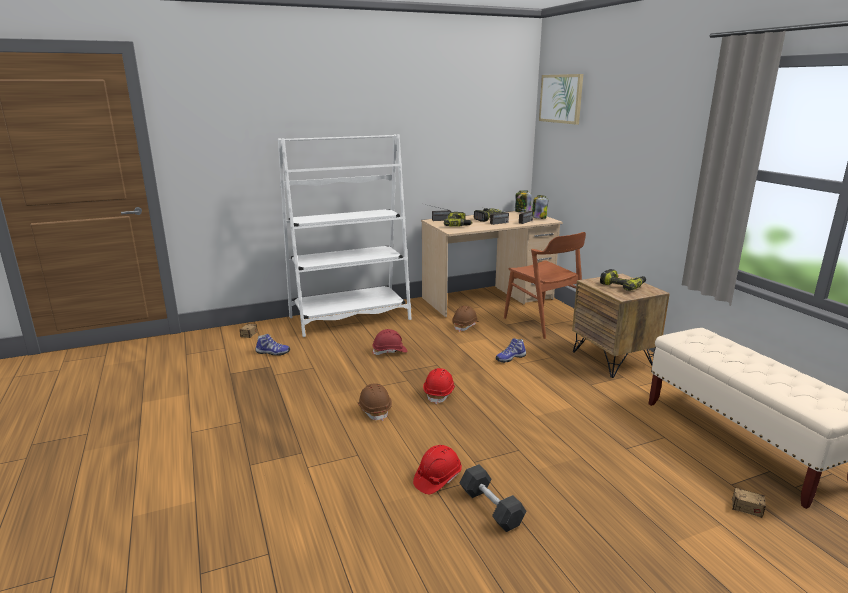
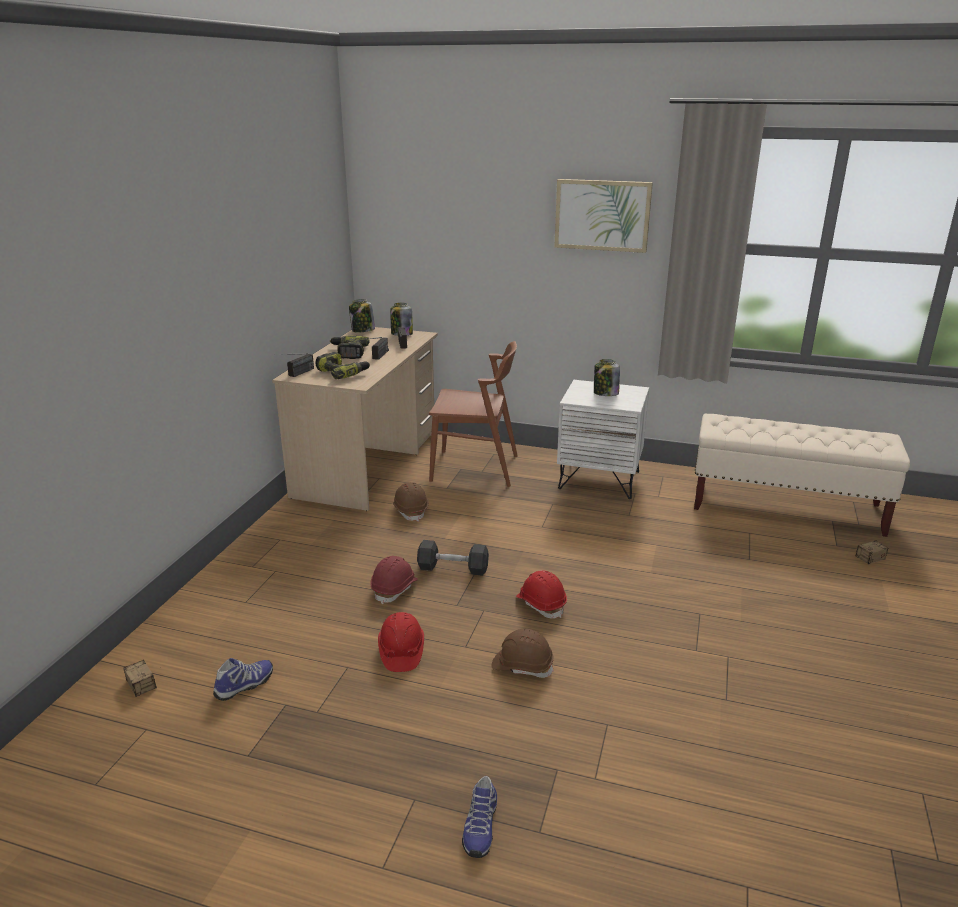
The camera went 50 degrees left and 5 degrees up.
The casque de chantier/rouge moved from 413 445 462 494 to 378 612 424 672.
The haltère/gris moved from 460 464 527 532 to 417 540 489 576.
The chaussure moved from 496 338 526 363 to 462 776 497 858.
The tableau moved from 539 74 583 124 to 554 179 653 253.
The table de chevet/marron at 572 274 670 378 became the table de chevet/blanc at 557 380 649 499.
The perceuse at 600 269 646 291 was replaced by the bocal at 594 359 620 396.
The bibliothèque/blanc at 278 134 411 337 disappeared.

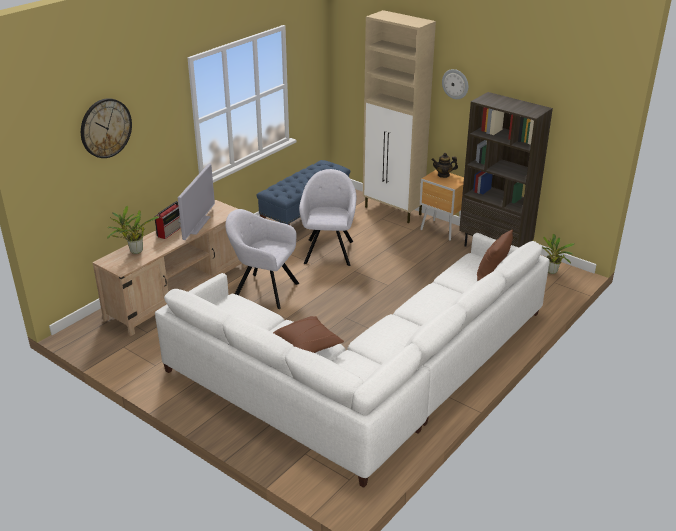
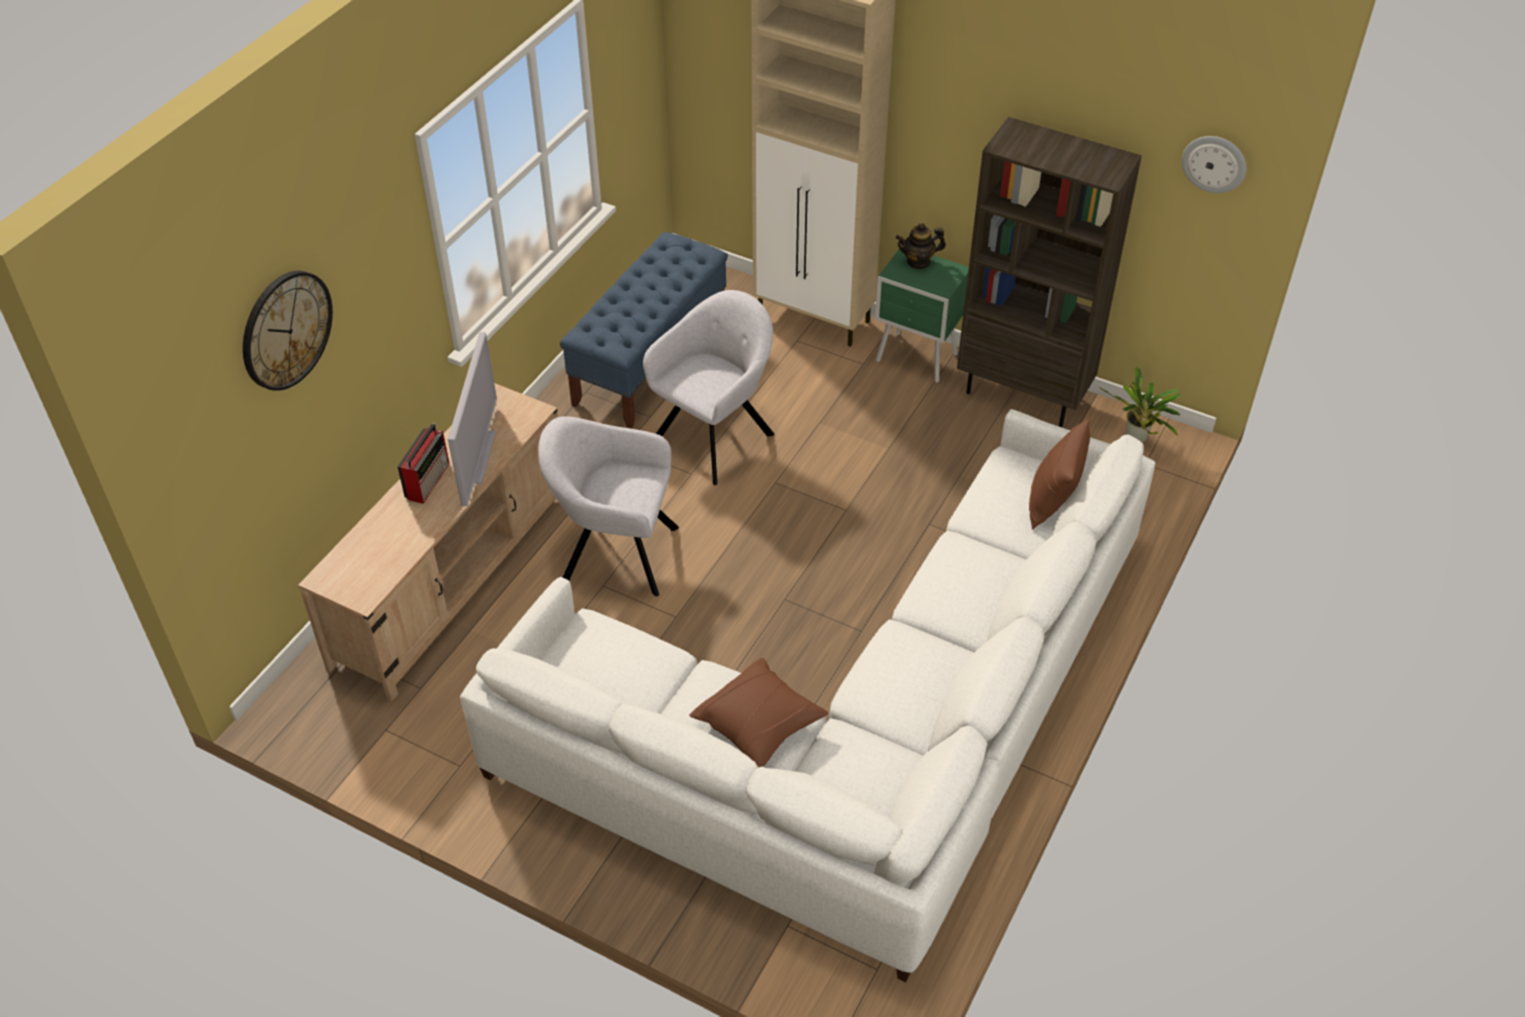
The camera went 10 degrees left and 15 degrees up.
The fauteuil/gris at 299 169 356 266 turned 45 degrees clockwise.
The table de chevet/marron at 420 170 464 241 became the table de chevet/vert at 875 249 969 383.
The horloge murale moved from 442 69 468 99 to 1182 136 1246 193.
The plante en pot at 107 206 159 254 disappeared.

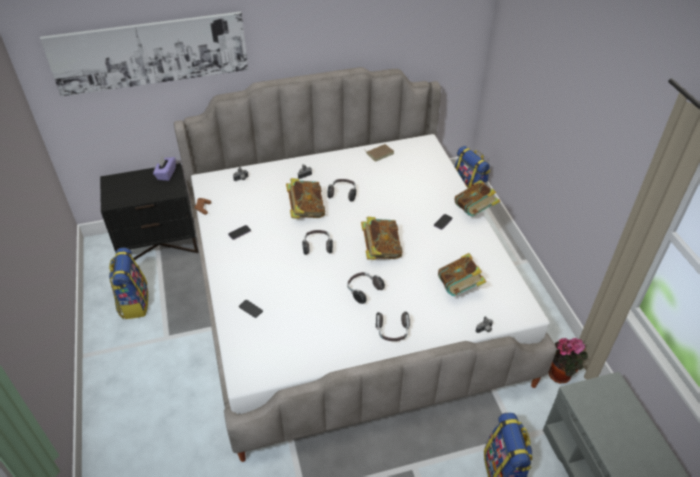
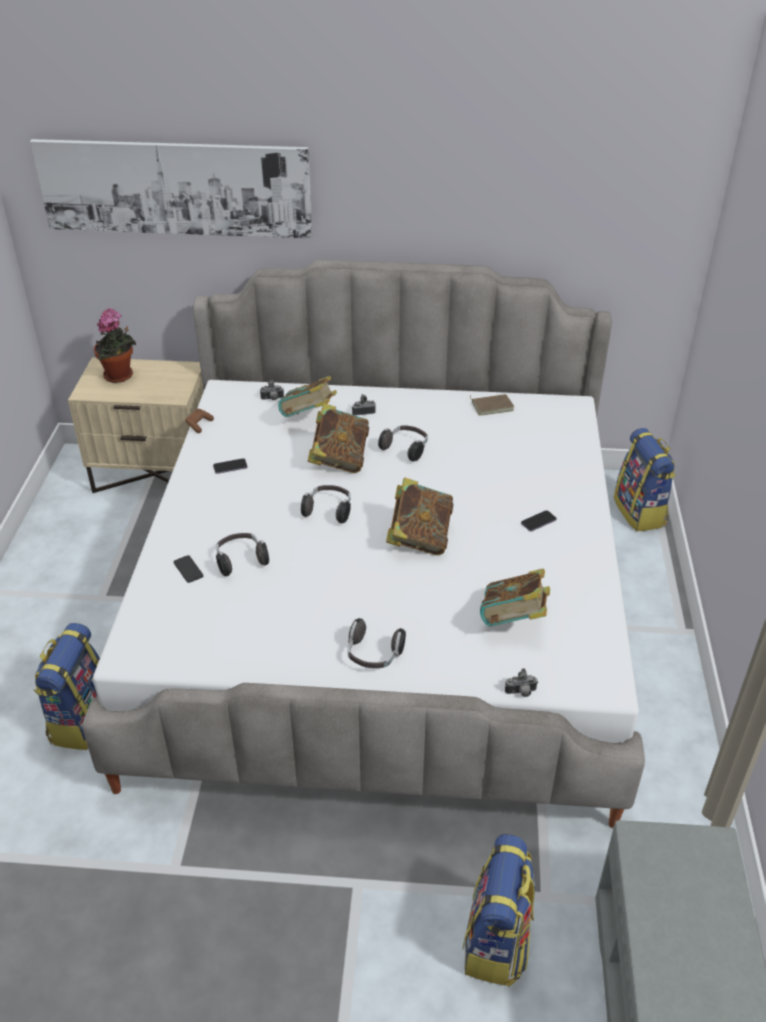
The camera went 20 degrees right and 5 degrees down.
The sac à dos moved from 109 248 148 319 to 34 623 100 750.
The table de chevet/noir at 100 163 198 260 became the table de chevet/beige at 68 358 204 493.
The plante en pot moved from 548 338 588 383 to 94 308 136 383.
The casque audio moved from 347 272 385 304 to 216 533 269 576.
The livre moved from 455 180 500 217 to 278 376 337 417.
The boîte à mouchoirs/violet at 153 156 176 181 disappeared.

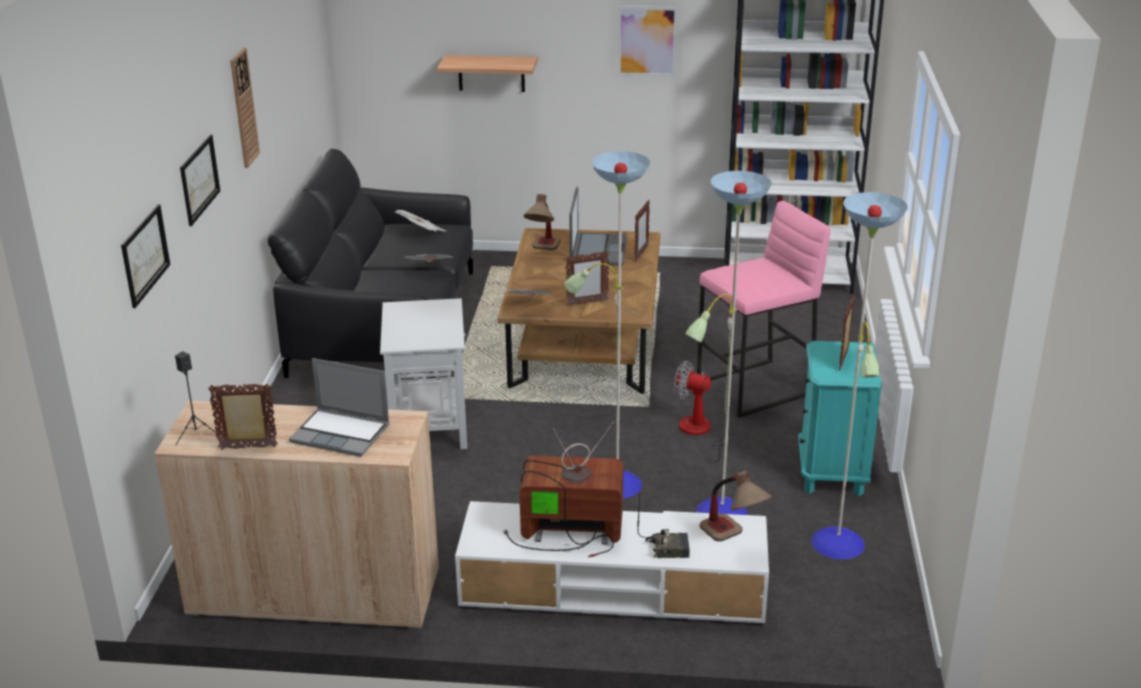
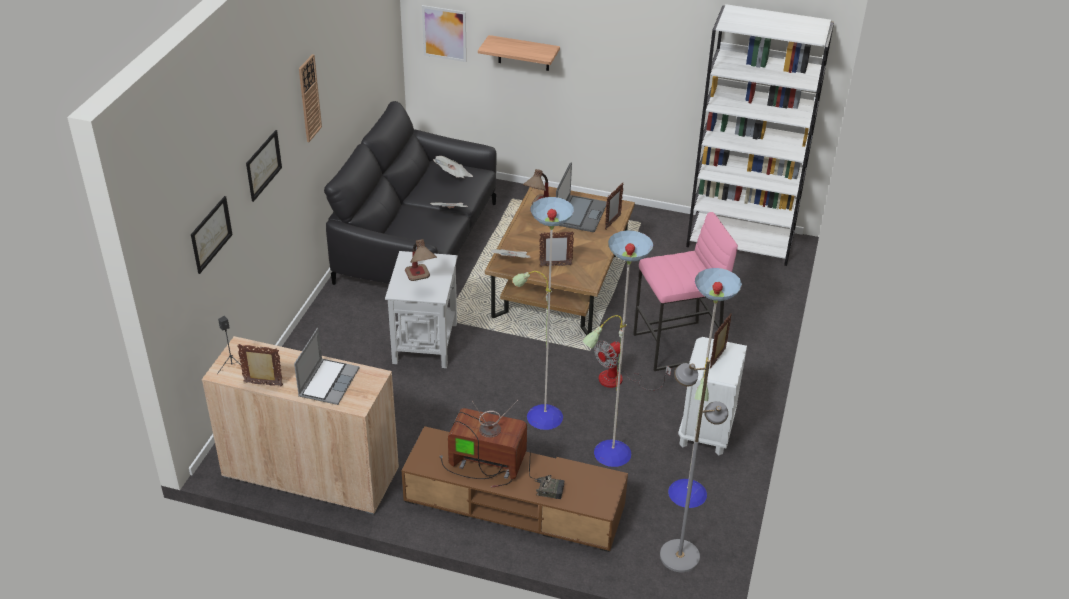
The camera went 10 degrees right and 10 degrees up.
The ordinateur portable at 289 358 390 457 turned 105 degrees counterclockwise.
The meuble télé/blanc at 455 501 769 626 became the meuble télé/marron at 401 426 628 552.
The lampe de table moved from 699 470 772 541 to 405 239 437 281.
The tableau moved from 617 6 678 77 to 422 5 467 62.
The ventilateur at 674 360 728 463 turned 75 degrees counterclockwise.
The lampadaire/gris at 660 360 728 573 appeared.
The table de chevet/turquoise at 798 341 882 496 became the table de chevet/blanc at 678 337 747 456.

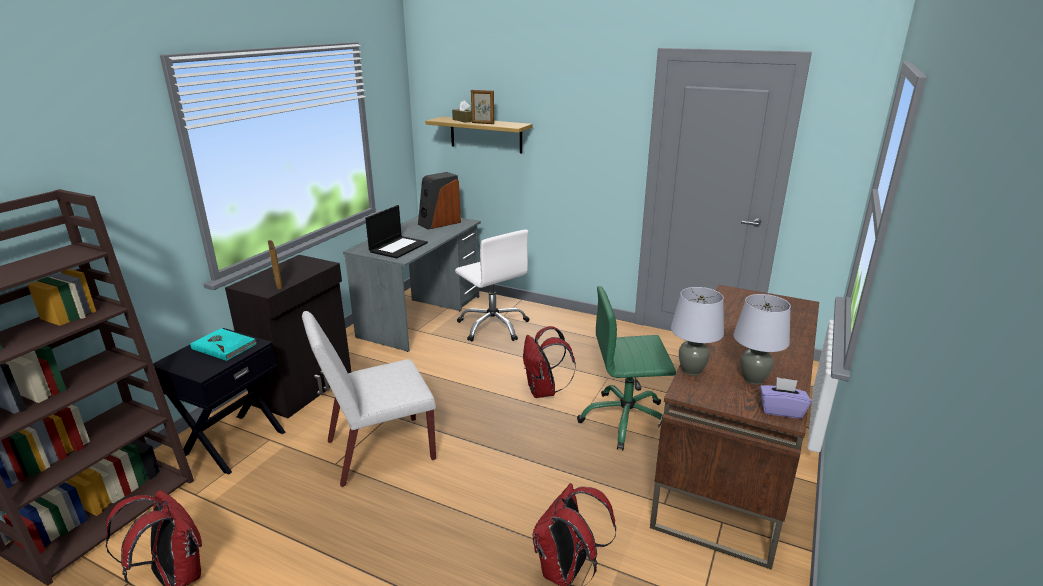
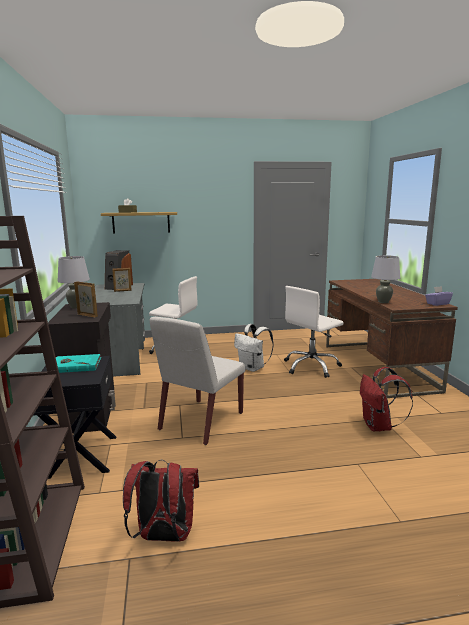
The camera went 35 degrees left and 10 degrees down.
The lampe de table/gris moved from 734 294 791 385 to 57 256 90 309.
The cadre photo moved from 471 90 494 124 to 112 268 132 292.
The sac à dos/rouge at 523 326 576 398 became the sac à dos/blanc at 234 324 274 372.
The chaise de bureau/vert at 577 286 676 450 became the chaise de bureau/blanc at 284 286 344 378.
The ordinateur portable at 365 205 428 258 disappeared.

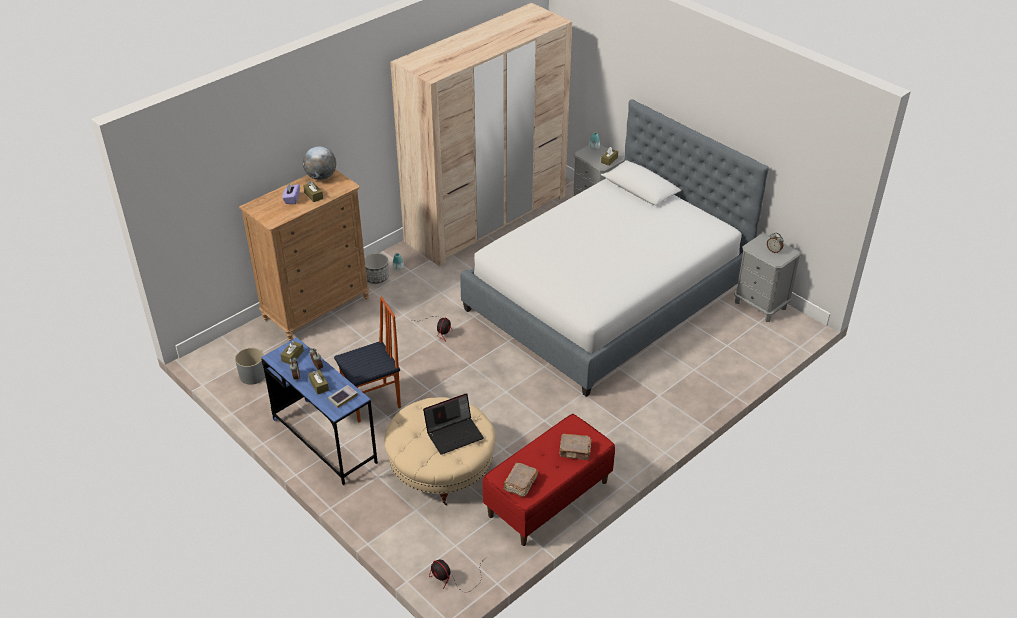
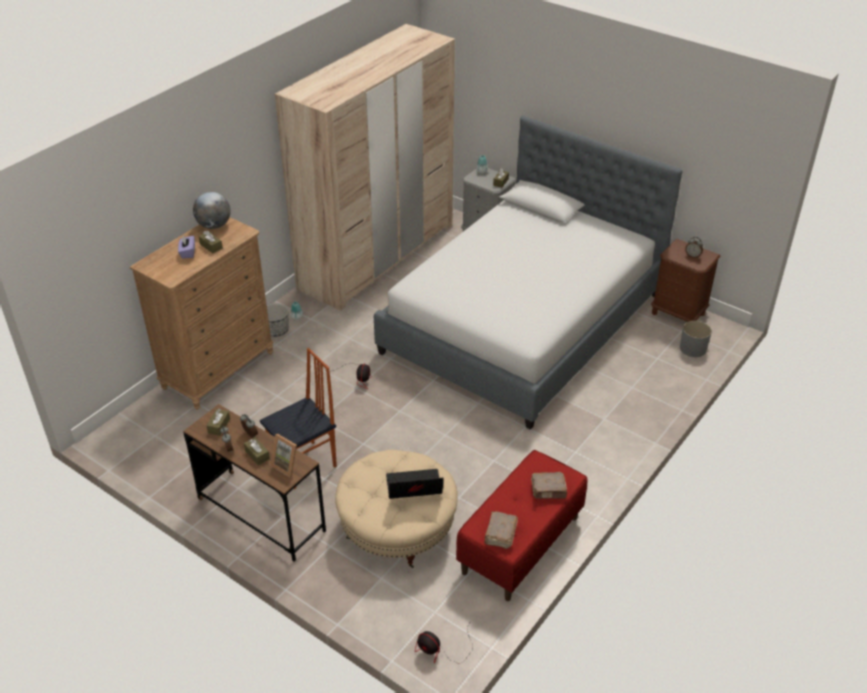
The camera went 10 degrees left and 0 degrees up.
The bureau/bleu at 261 337 378 485 became the bureau/marron at 183 404 326 561.
The livre at 328 385 358 408 was replaced by the cadre photo at 271 434 297 477.
The ordinateur portable at 423 393 484 455 turned 150 degrees counterclockwise.
The table de chevet/gris at 734 232 802 322 became the table de chevet/marron at 651 239 721 322.
The cache-pot/gris moved from 235 348 265 385 to 680 321 712 357.

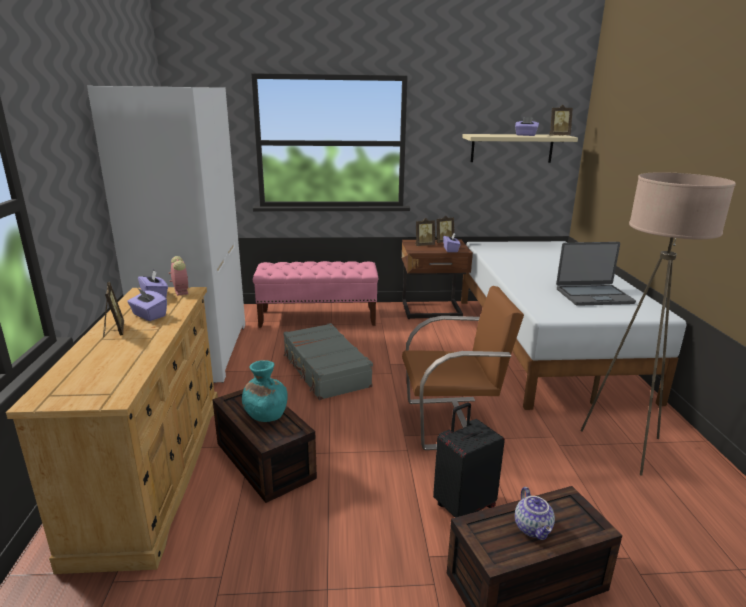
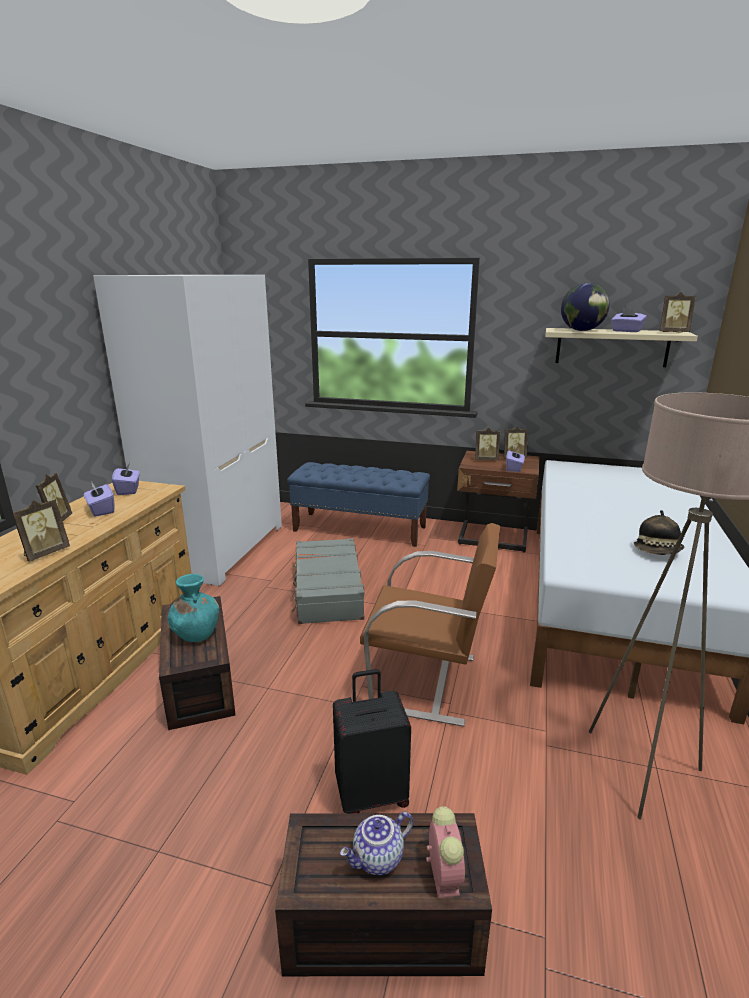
The camera went 20 degrees right and 0 degrees up.
The cadre photo at 12 499 70 562 appeared.
The banc/rose at 253 261 378 328 became the banc/bleu at 287 462 430 547.
The théière at 515 487 555 540 turned 45 degrees clockwise.
The réveil moved from 169 256 188 296 to 426 806 465 898.
The globe at 561 283 610 331 appeared.
The ordinateur portable at 556 242 636 306 was replaced by the chapeau at 634 510 685 555.

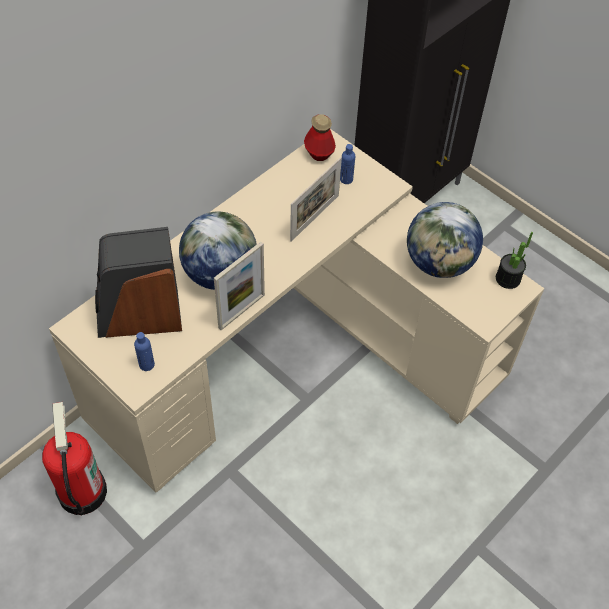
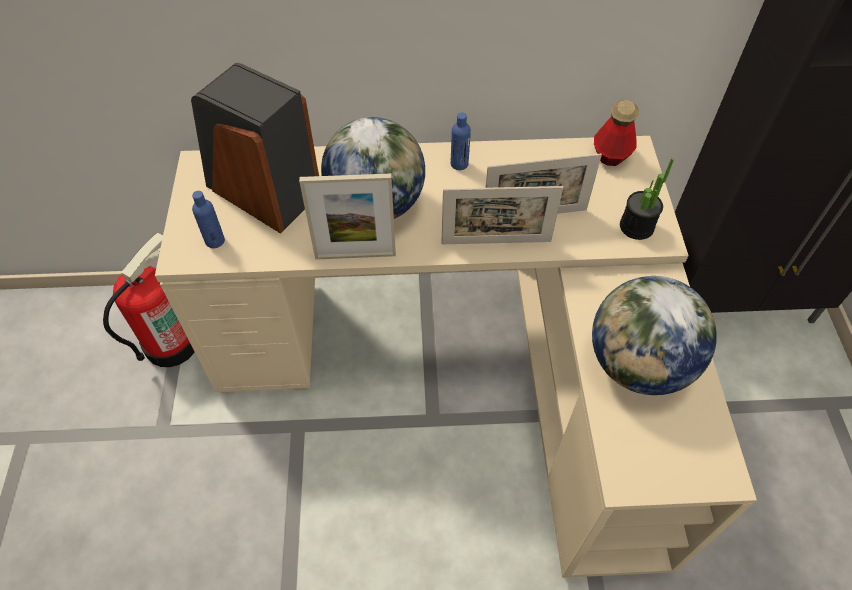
The camera went 45 degrees right and 0 degrees up.
The cadre photo at 441 186 563 244 appeared.
The bouteille/bleu moved from 340 144 355 184 to 451 112 471 170.
The plante en pot moved from 496 232 533 289 to 620 158 674 240.

